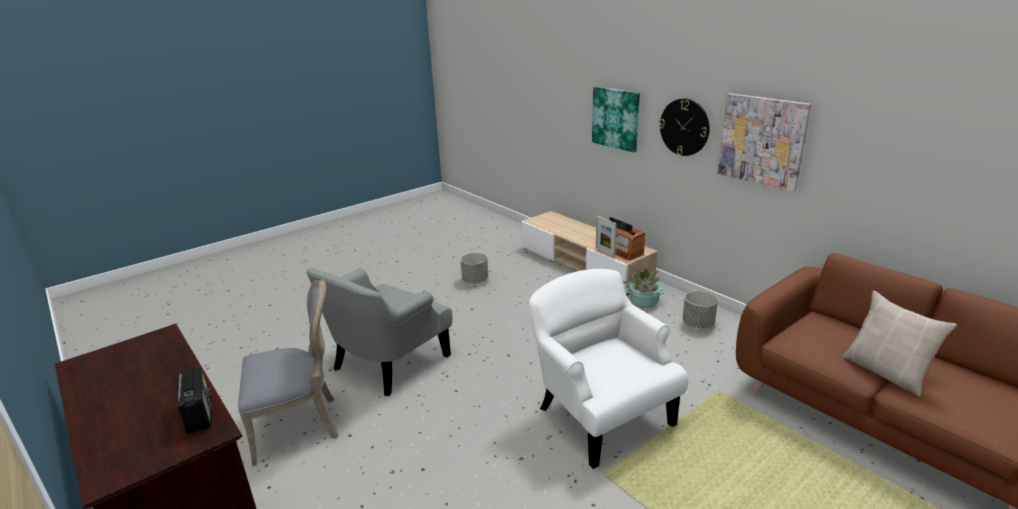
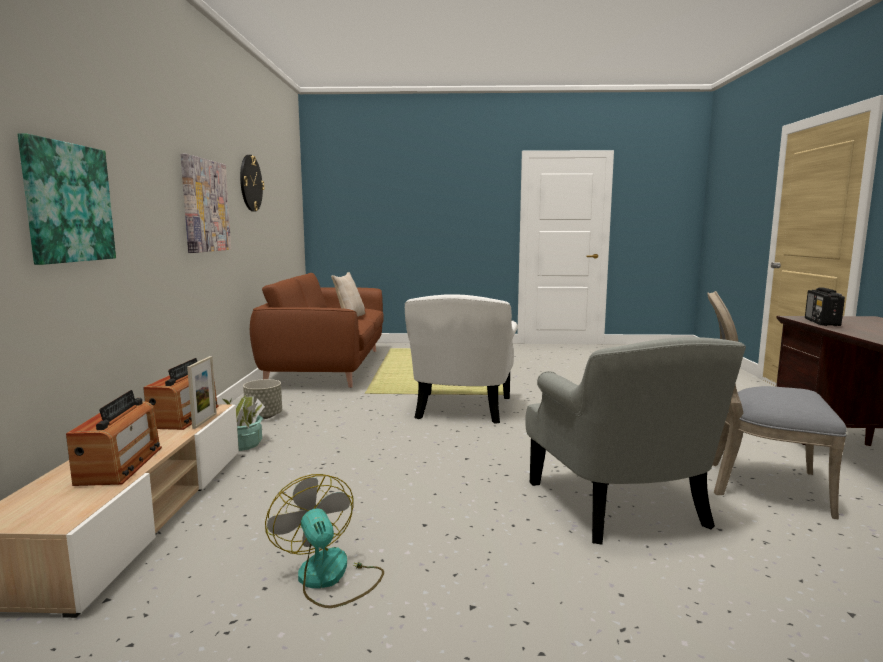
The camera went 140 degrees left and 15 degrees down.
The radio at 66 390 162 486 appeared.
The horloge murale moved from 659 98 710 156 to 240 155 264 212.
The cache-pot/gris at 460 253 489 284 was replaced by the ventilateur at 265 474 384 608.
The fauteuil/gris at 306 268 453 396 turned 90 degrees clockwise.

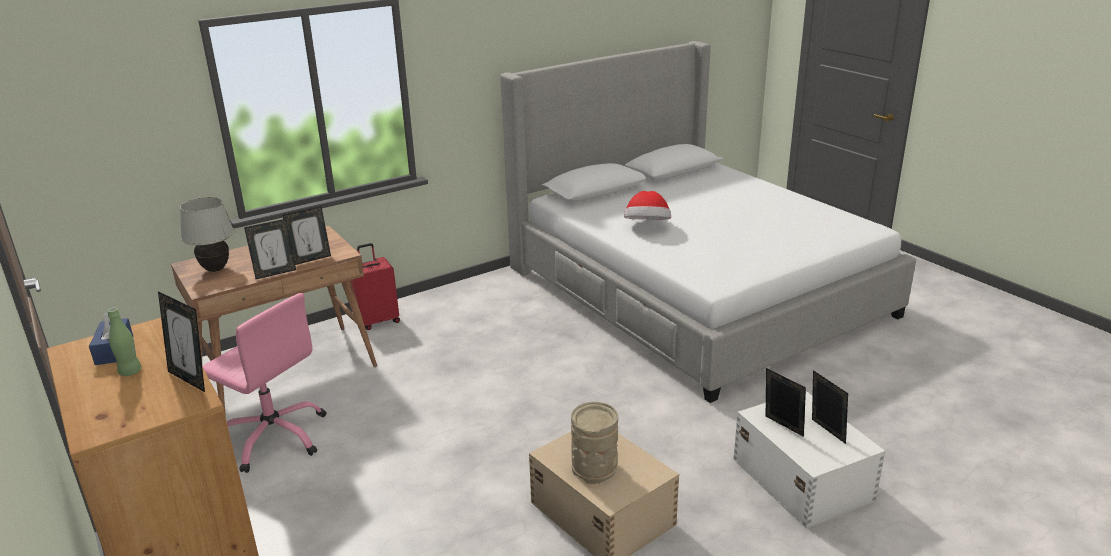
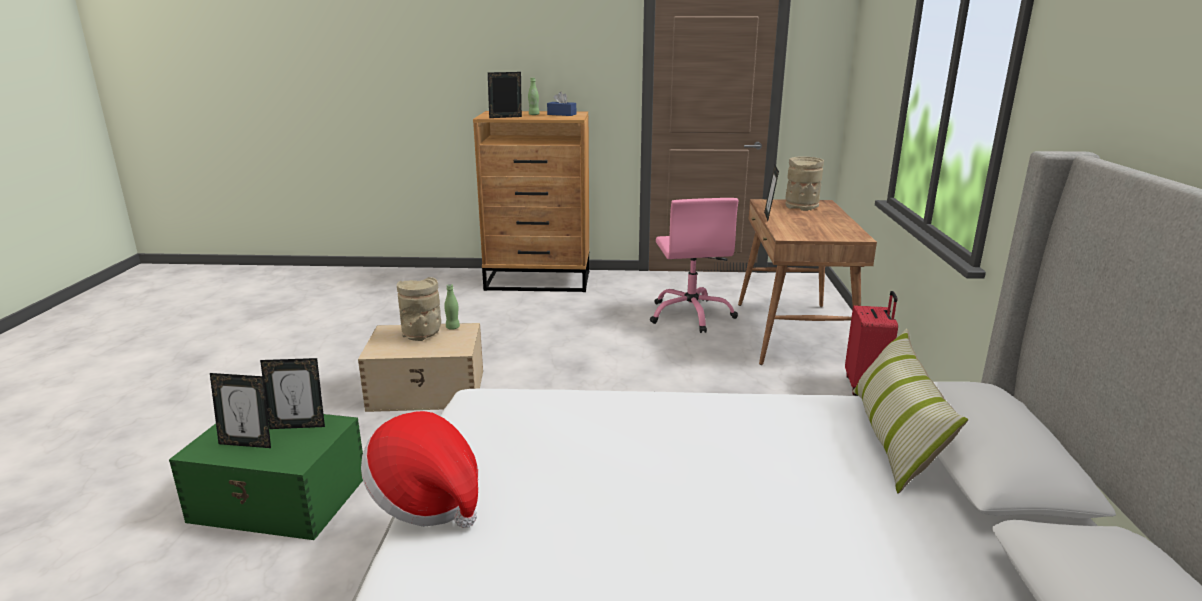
The camera went 125 degrees right and 5 degrees down.
The boîte de rangement/blanc at 733 391 885 529 became the boîte de rangement/vert at 169 414 363 540.
The chapeau moved from 624 191 671 220 to 361 411 478 528.
The bouteille/vert at 444 284 460 330 appeared.
The chaise de bureau/rose at 202 293 326 473 turned 75 degrees counterclockwise.
The lampe de table/blanc at 180 197 234 272 was replaced by the vase/beige at 785 156 824 211.
The coussin at 853 329 968 494 appeared.
The cadre photo at 282 206 331 265 disappeared.

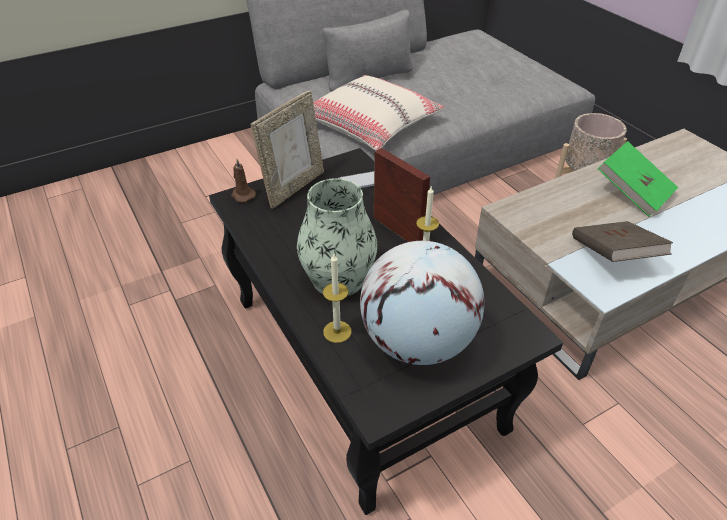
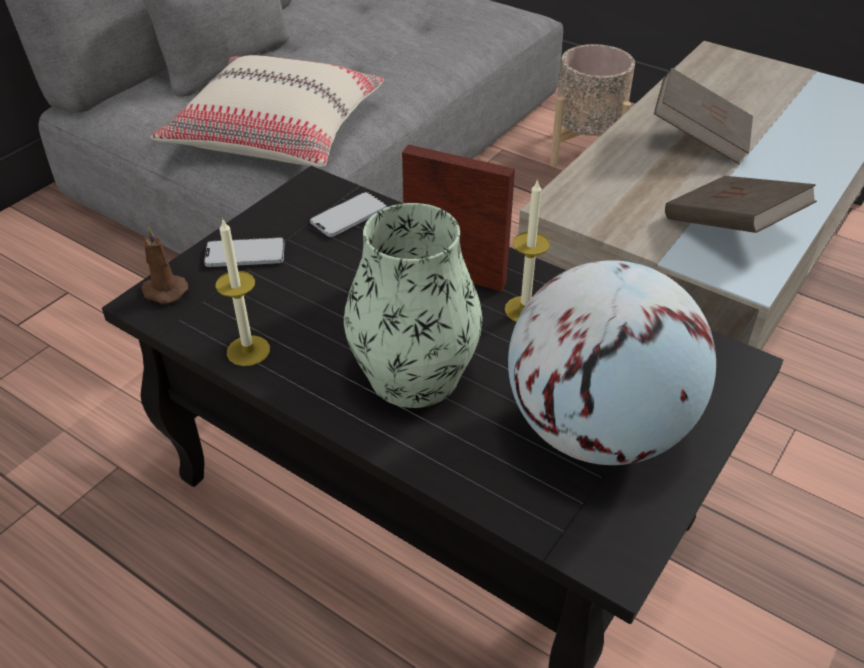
The camera went 25 degrees left and 0 degrees up.
The cadre photo at 251 90 324 209 was replaced by the téléphone at 204 237 285 267.
The bougie moved from 323 254 351 343 to 215 218 270 366.
The livre/vert at 597 141 678 217 became the livre/marron at 654 68 753 164.

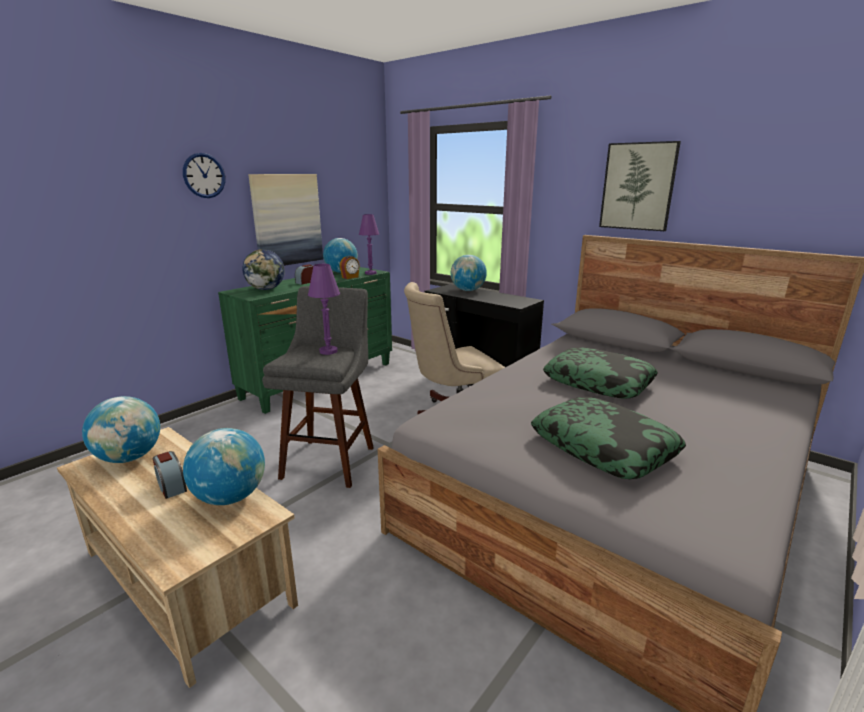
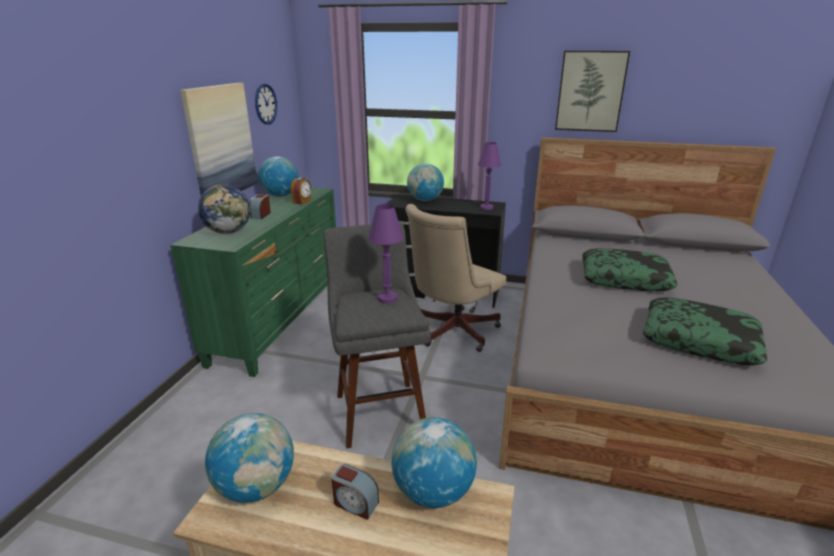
The camera went 25 degrees left and 5 degrees up.
The horloge murale moved from 183 153 225 198 to 255 83 277 125.
The lampe de table/violet moved from 359 214 379 275 to 478 142 501 210.

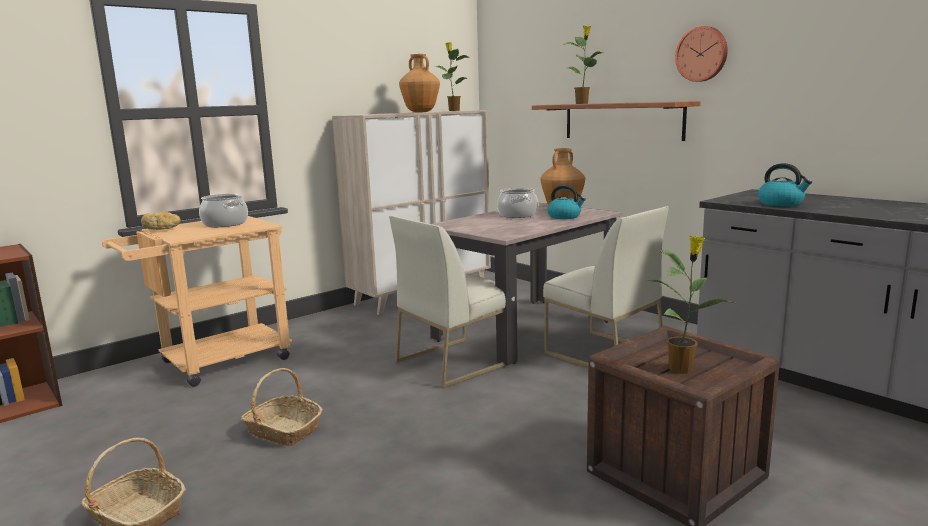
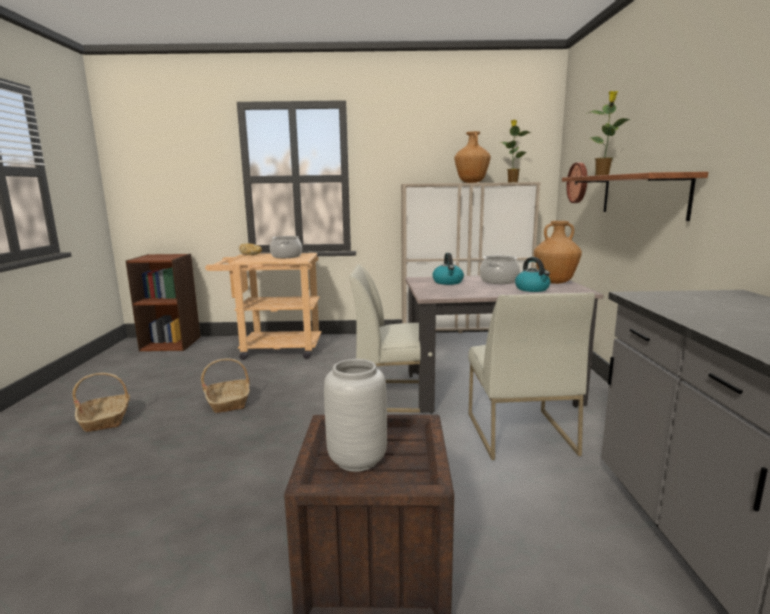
The camera went 40 degrees right and 0 degrees up.
The plante en pot at 647 236 734 374 was replaced by the vase/gris at 324 359 387 472.
The bouilloire moved from 758 163 812 206 to 432 253 464 285.
The horloge murale moved from 675 26 728 82 to 566 162 587 203.

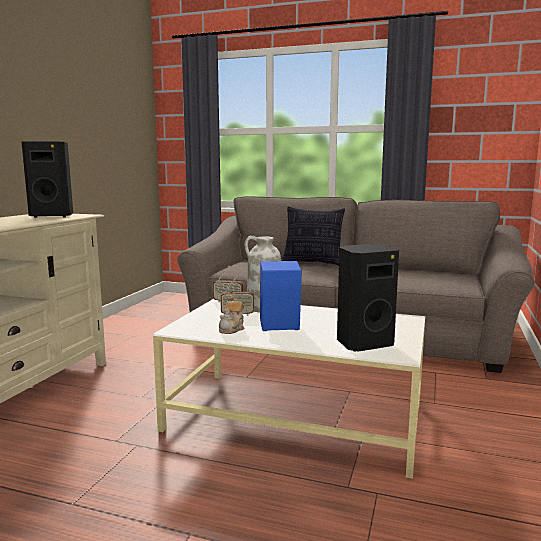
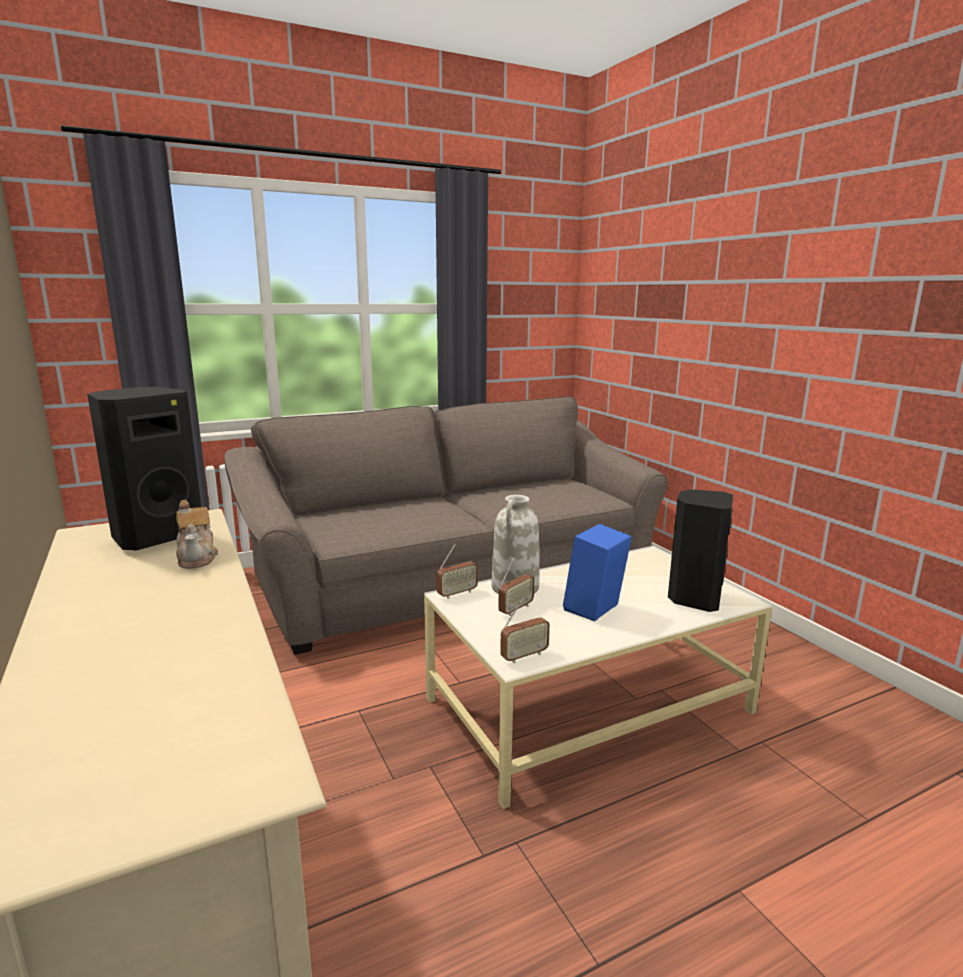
The camera went 45 degrees left and 5 degrees up.
The théière moved from 219 296 244 334 to 176 500 218 569.
The radio at 500 596 550 663 appeared.
The coussin at 282 206 345 266 disappeared.

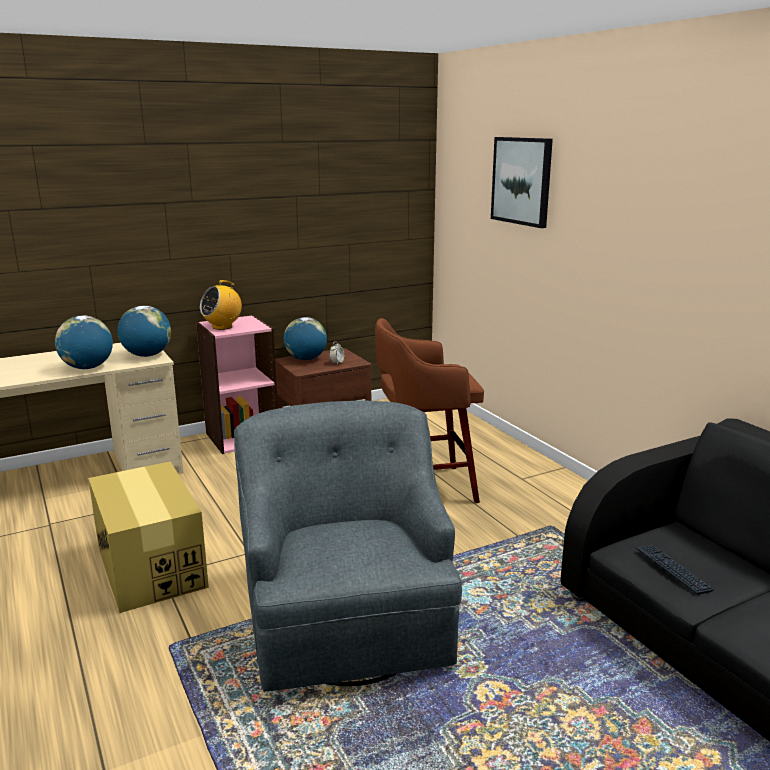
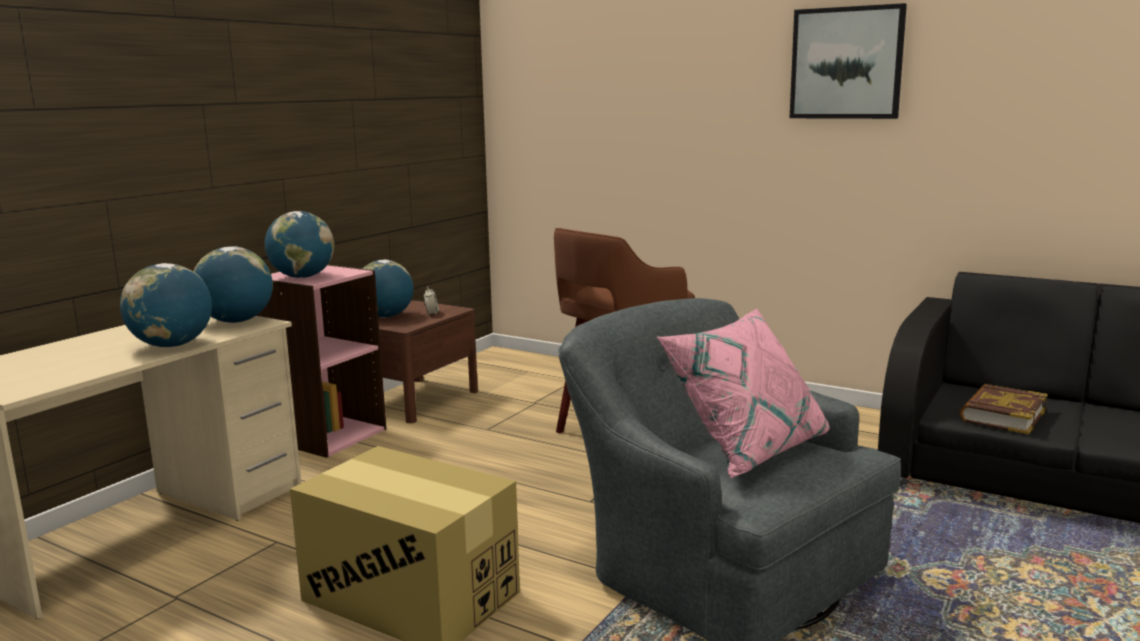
The camera went 30 degrees left and 5 degrees down.
The radio at 200 280 242 330 was replaced by the globe at 265 211 334 278.
The coussin/rose at 657 308 830 478 appeared.
The tableau moved from 491 137 553 228 to 790 3 907 119.
The clavier at 636 545 714 595 was replaced by the livre at 959 384 1048 434.

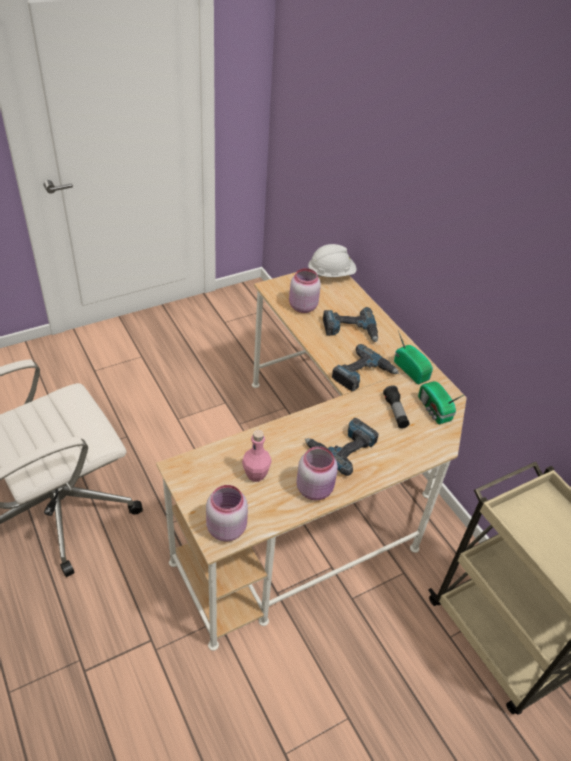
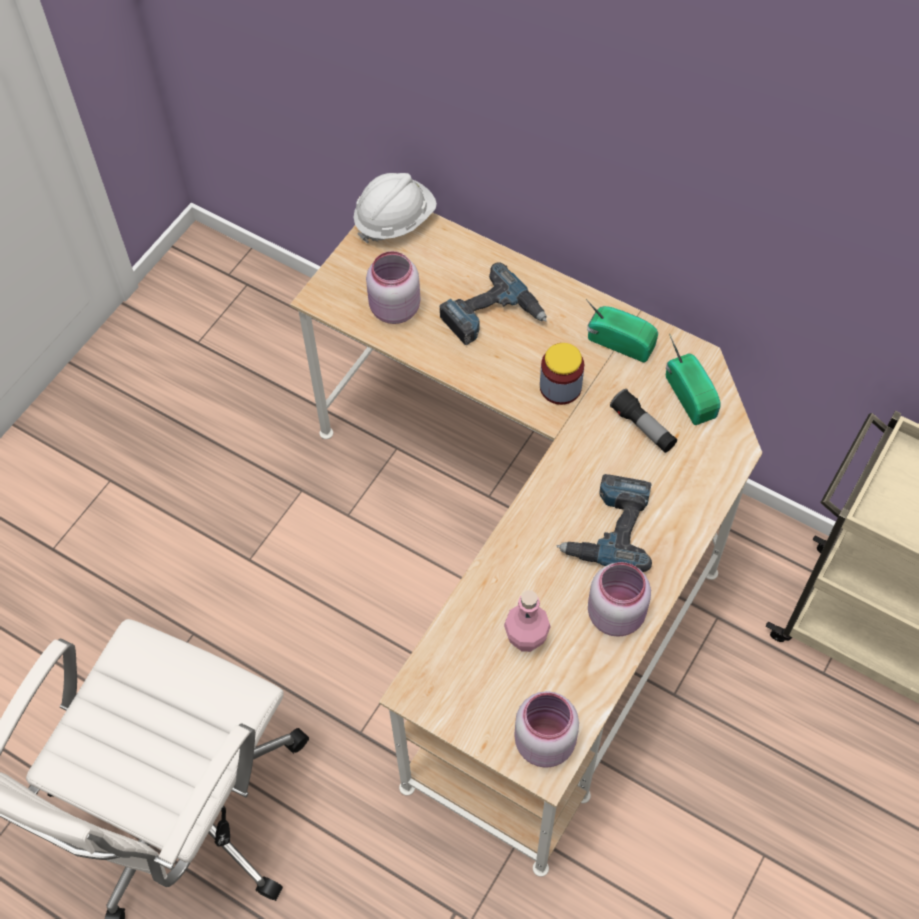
The camera went 25 degrees left and 15 degrees up.
The perceuse at 332 344 399 392 was replaced by the bocal at 540 343 584 405.
The radio at 418 381 464 424 turned 150 degrees counterclockwise.

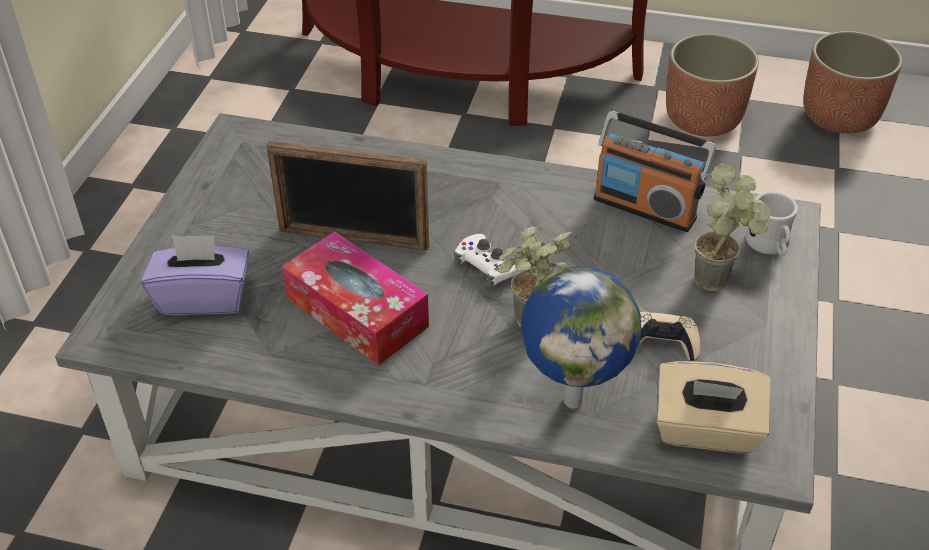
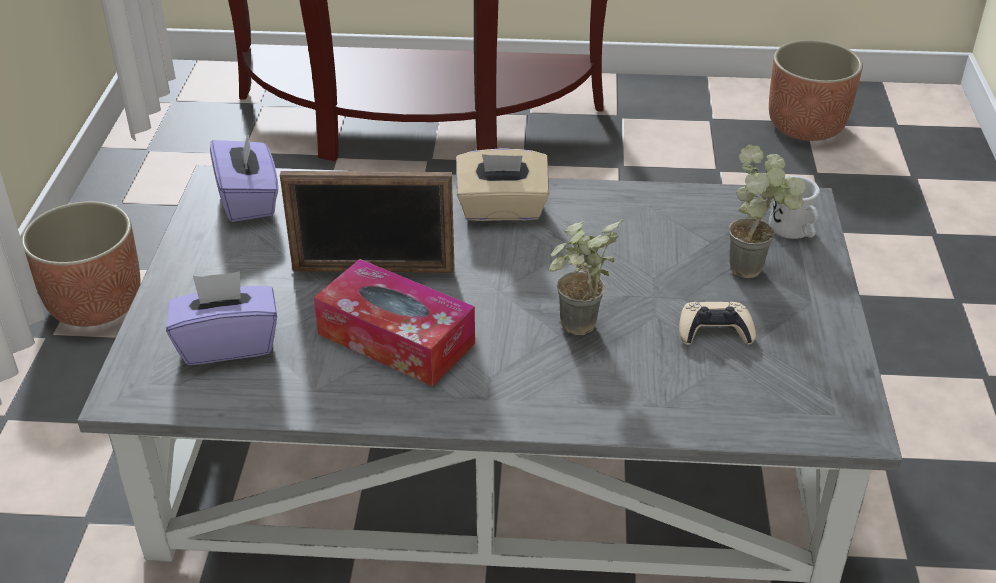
The camera went 10 degrees left and 5 degrees down.
The cache-pot moved from 666 34 759 137 to 21 201 141 327.
The boîte à mouchoirs/violet at 210 129 278 222 appeared.
The boîte à mouchoirs/beige moved from 656 361 770 453 to 456 148 549 221.
The manette/blanc at 454 234 524 288 disappeared.
The globe at 521 266 641 409 disappeared.
The radio at 594 111 716 232 disappeared.

